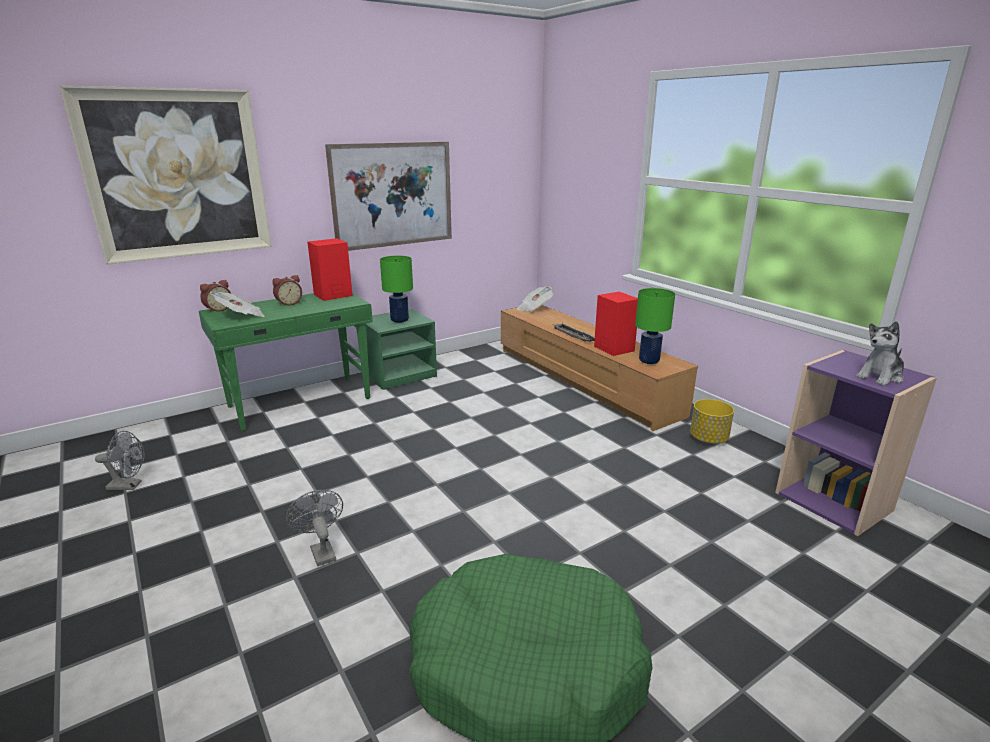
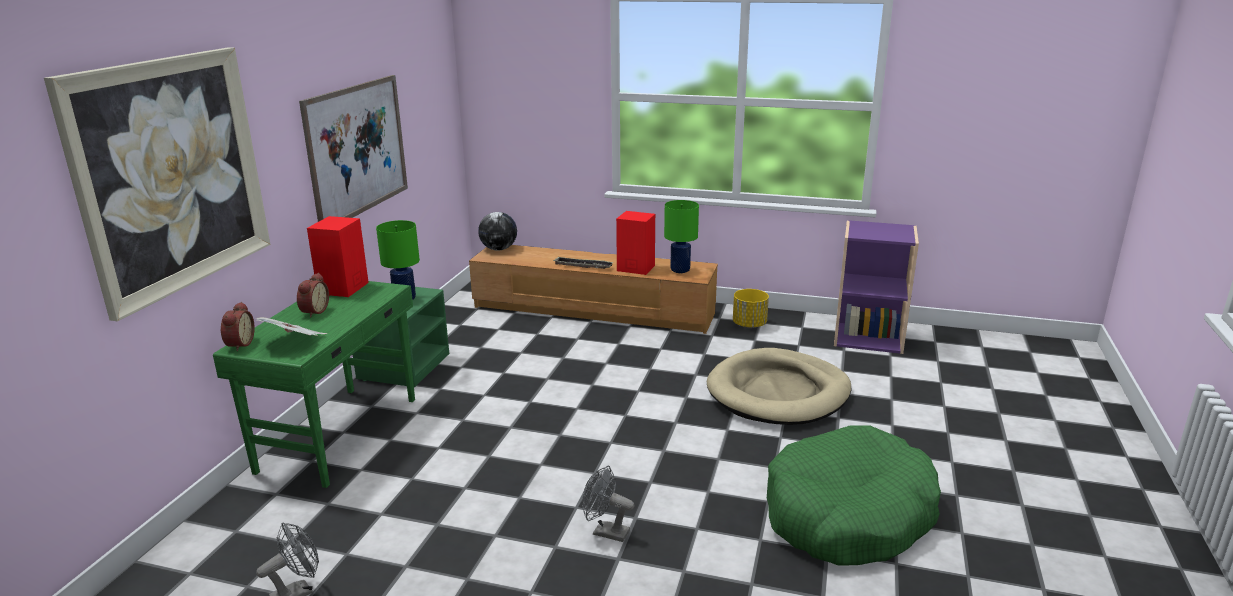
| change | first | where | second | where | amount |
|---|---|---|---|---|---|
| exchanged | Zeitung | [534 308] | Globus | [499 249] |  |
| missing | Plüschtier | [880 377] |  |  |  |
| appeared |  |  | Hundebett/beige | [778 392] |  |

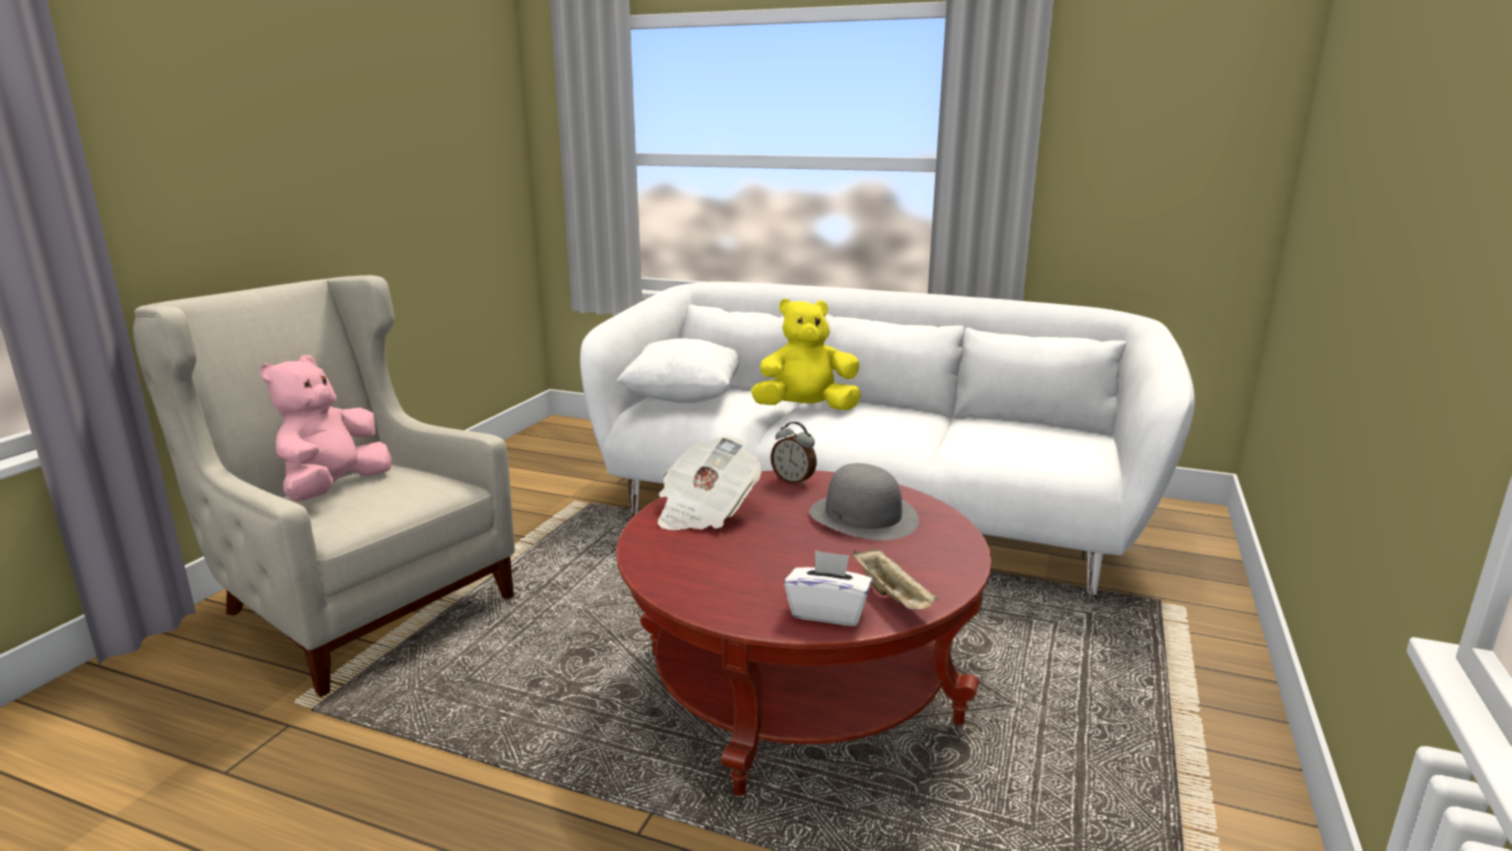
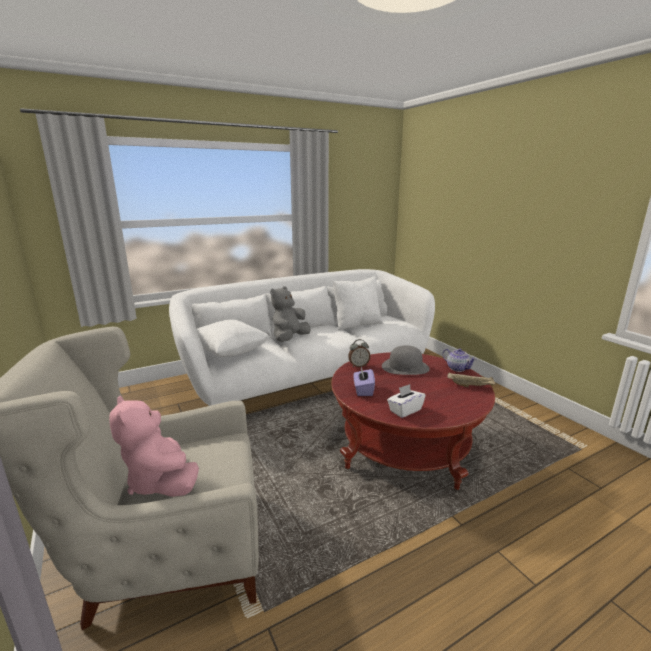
| change | first | where | second | where | amount |
|---|---|---|---|---|---|
| colour | Plüschtier/gelb | [806 409] | Plüschtier/grau | [289 339] |  |
| exchanged | Zeitung | [705 511] | Taschentuchbox/lila | [363 390] |  |
| relocated | Taschentuchbox/weiß | [828 612] |  | [405 410] |  |
| appeared |  |  | Kissen/weiß | [356 324] |  |
| appeared |  |  | Teekanne | [457 368] |  |

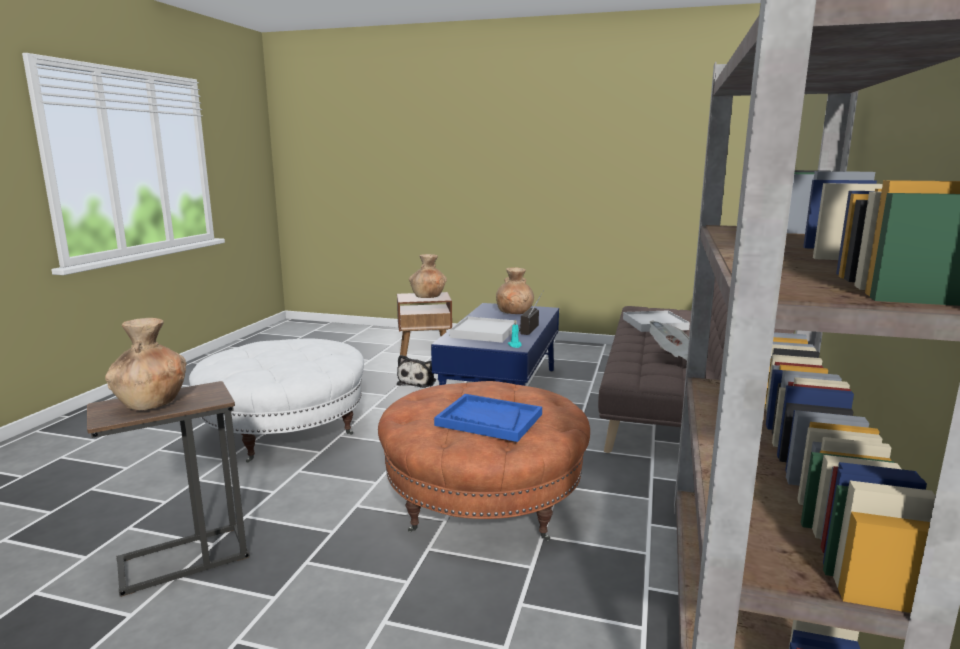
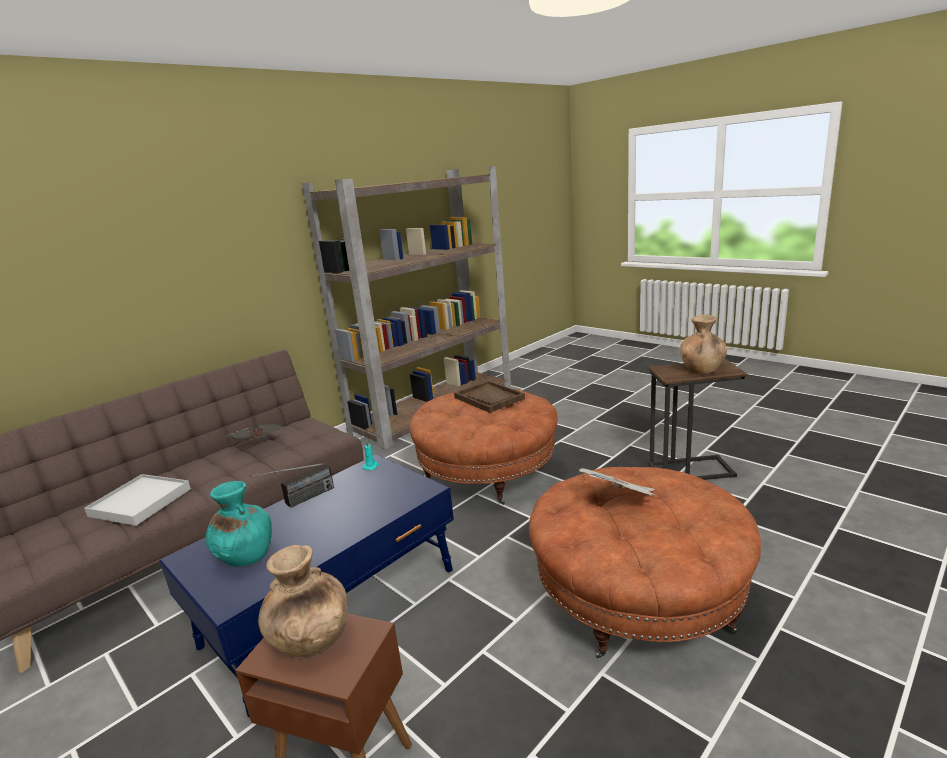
| change | first | where | second | where | amount |
|---|---|---|---|---|---|
| colour | Vase/braun | [514 312] | Vase/türkis | [245 555] |  |
| missing | Tablett/weiß | [484 333] |  |  |  |
| colour | Polsterhocker/weiß | [285 430] | Polsterhocker/braun | [638 596] |  |
| missing | Plüschtier | [418 382] |  |  |  |
| colour | Tablett/blau | [488 420] | Tablett/braun | [489 398] |  |
| appeared |  |  | Zeitung | [620 499] |  |

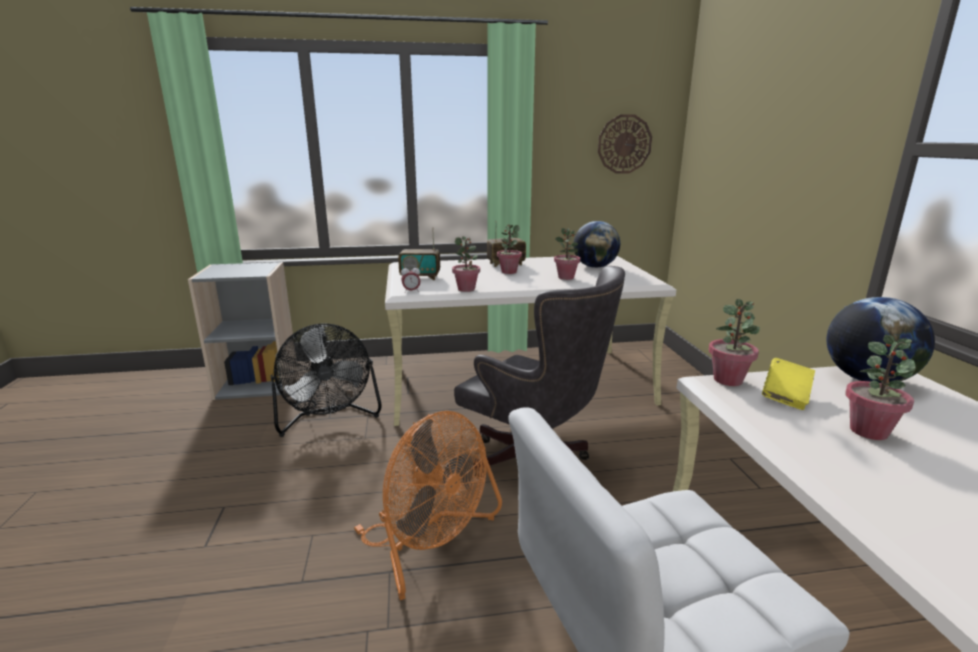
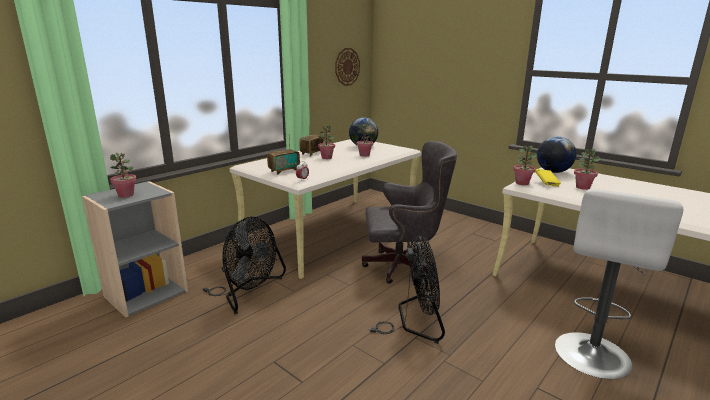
| change | first | where | second | where | amount |
|---|---|---|---|---|---|
| relocated | Topfpflanze | [466 289] |  | [126 195] |  |
| colour | Ventilator/orange | [427 545] | Ventilator/schwarz | [413 319] |  |

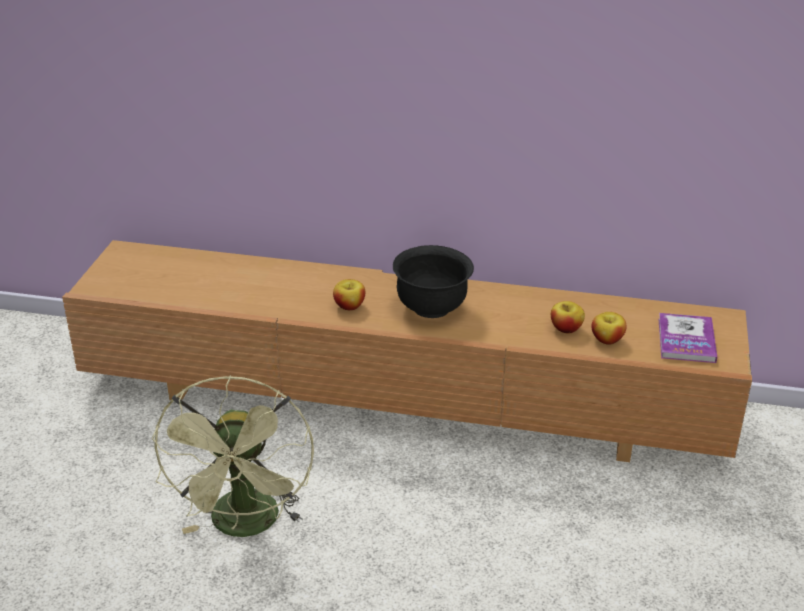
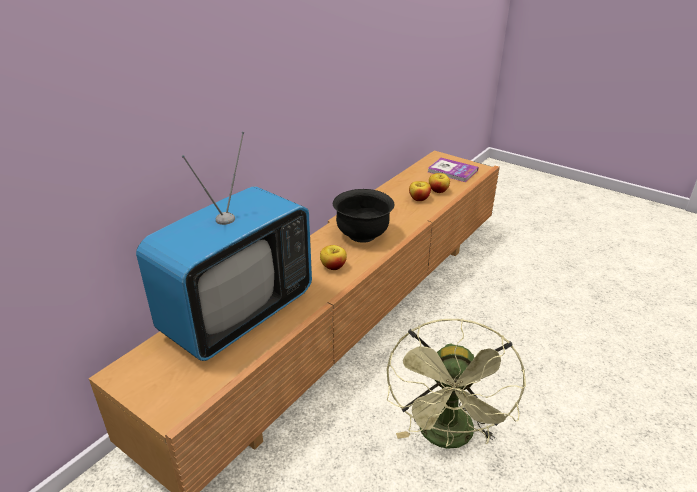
| change | first | where | second | where | amount |
|---|---|---|---|---|---|
| spun | Ventilator/grün | [246 526] |  | [448 438] | 75 degrees clockwise |
| appeared |  |  | Fernseher | [238 314] |  |

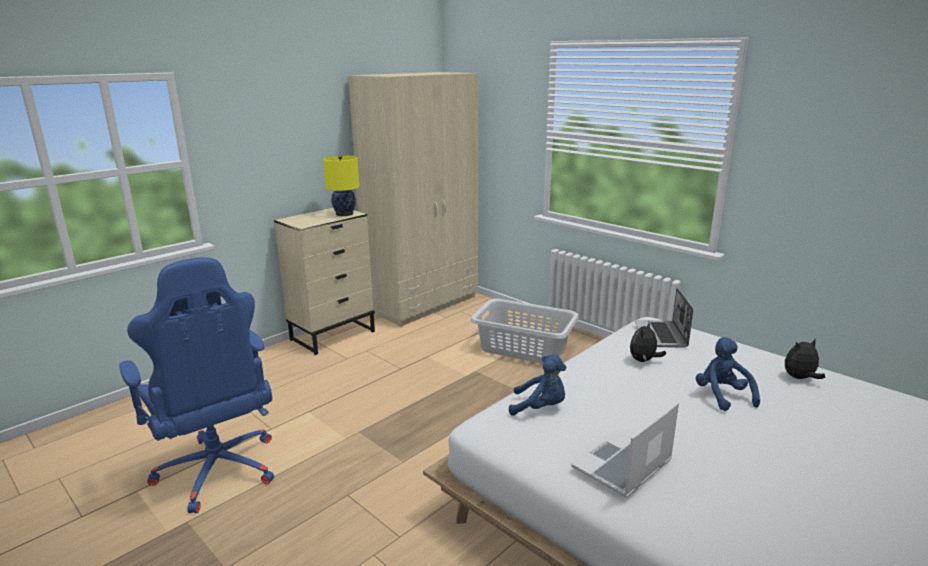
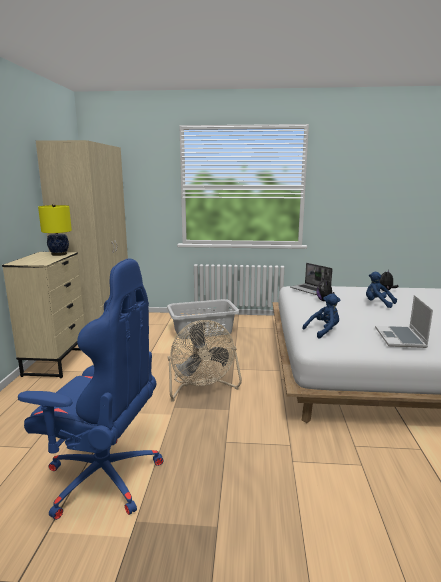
| change | first | where | second | where | amount |
|---|---|---|---|---|---|
| appeared |  |  | Ventilator/beige | [199 388] |  |

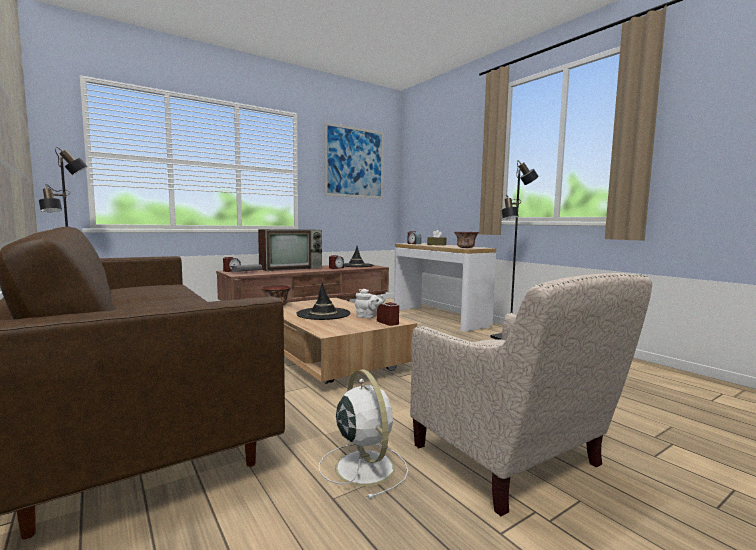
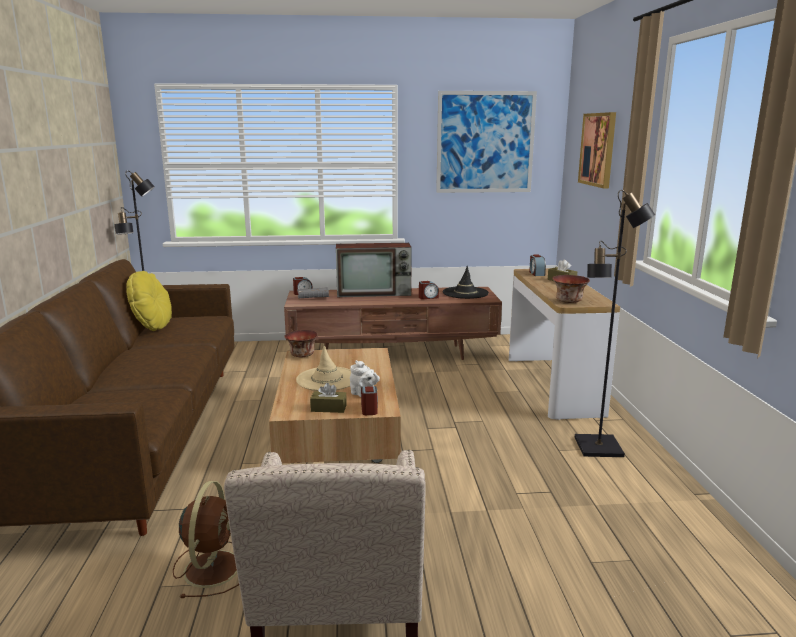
| change | first | where | second | where | amount |
|---|---|---|---|---|---|
| colour | Hut/schwarz | [323 314] | Hut/beige | [327 379] |  |
| colour | Ventilator/weiß | [363 466] | Ventilator/braun | [213 567] |  |
| appeared |  |  | Bild | [598 149] |  |
| appeared |  |  | Kissen/gelb | [153 327] |  |
| appeared |  |  | Taschentuchbox/braun | [328 408] |  |

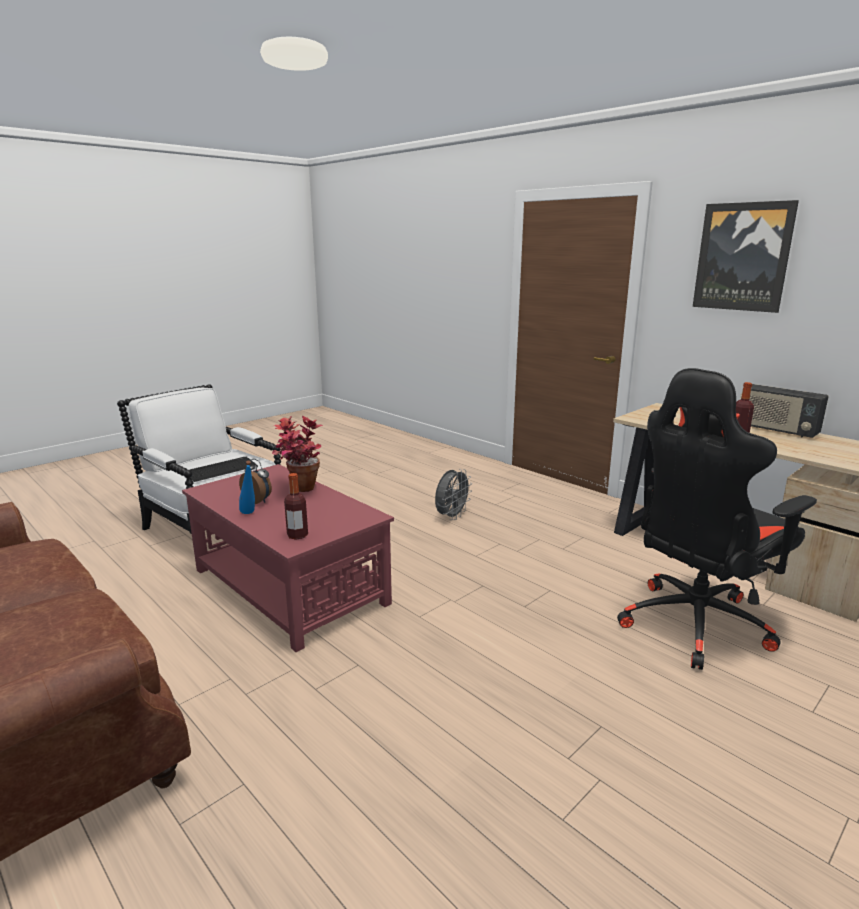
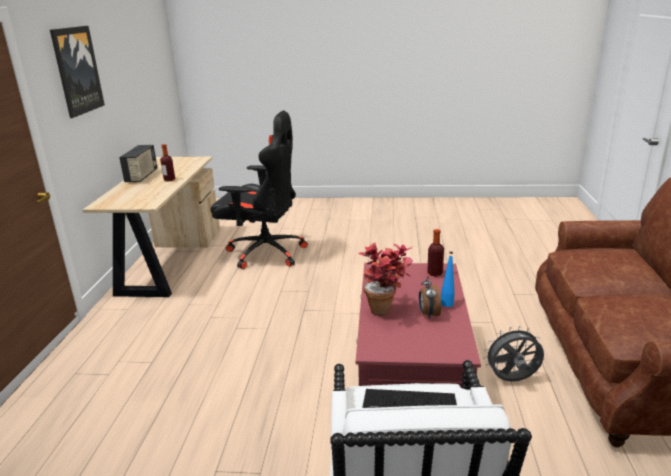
| change | first | where | second | where | amount |
|---|---|---|---|---|---|
| relocated | Ventilator/grau | [451 516] |  | [512 380] |  |

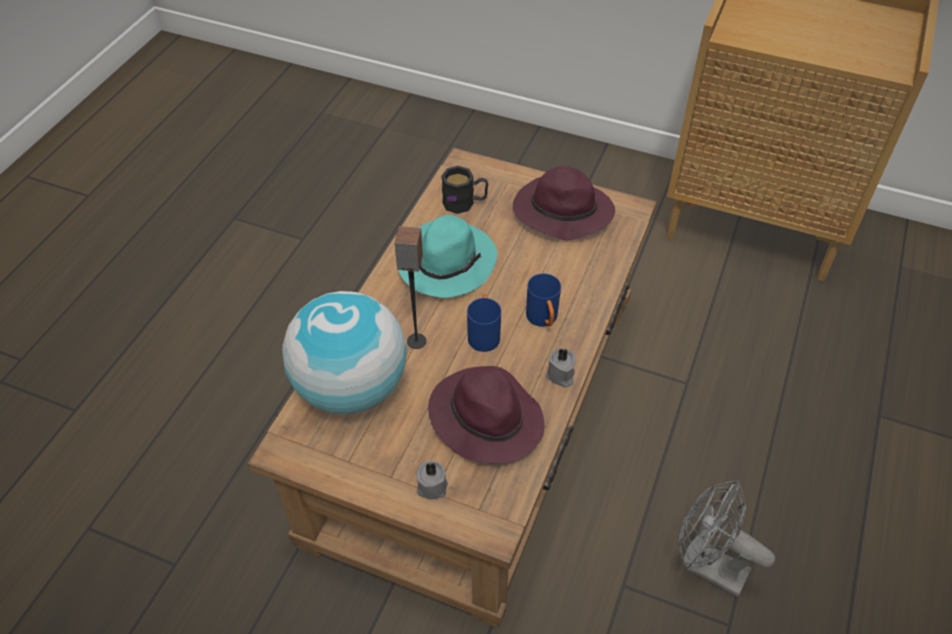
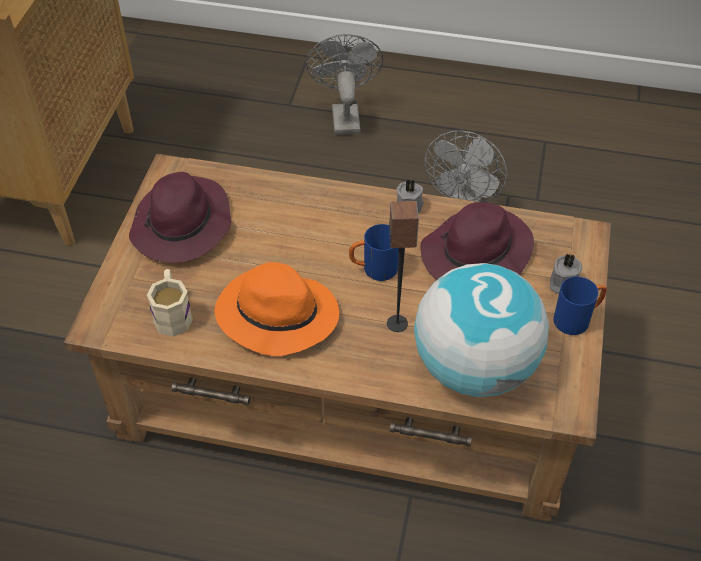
| change | first | where | second | where | amount |
|---|---|---|---|---|---|
| colour | Henkelbecher/schwarz | [465 203] | Henkelbecher/beige | [173 313] |  |
| colour | Hut/türkis | [447 262] | Hut/orange | [275 315] |  |
| relocated | Henkelbecher/blau | [543 320] |  | [577 319] |  |
| appeared |  |  | Ventilator/grau | [344 115] |  |

